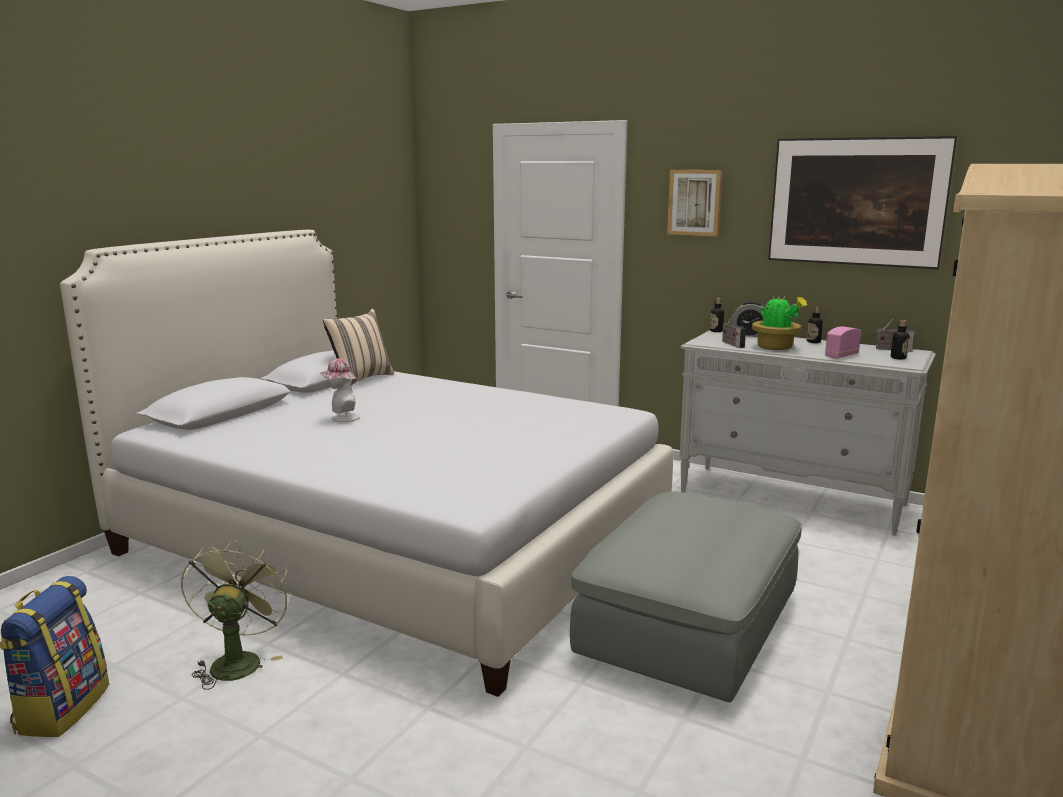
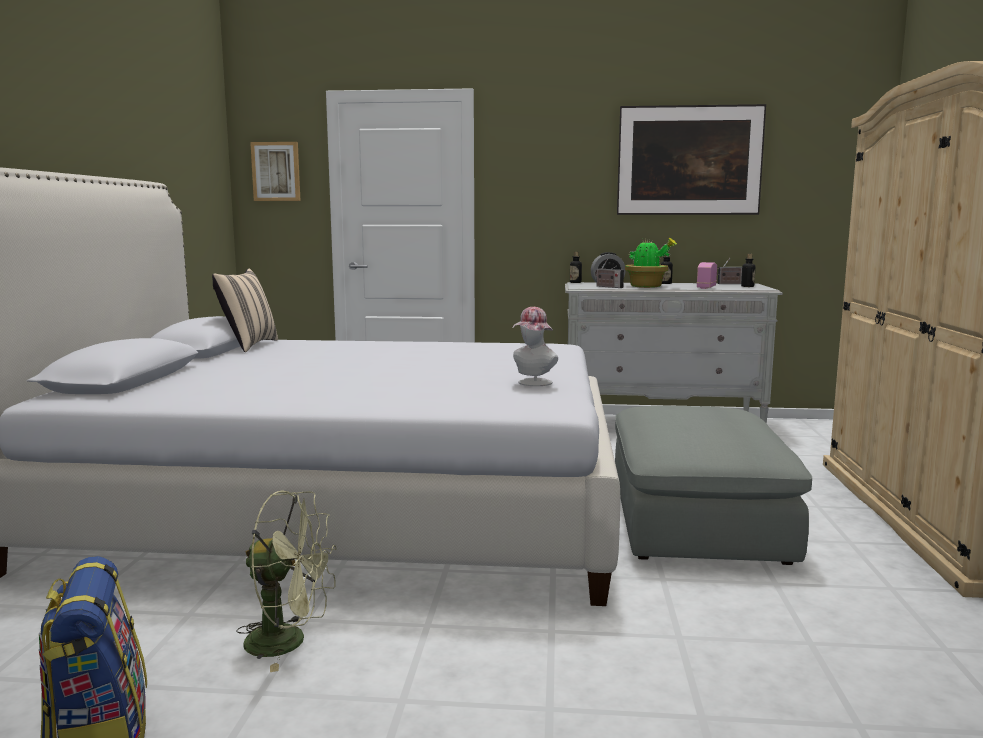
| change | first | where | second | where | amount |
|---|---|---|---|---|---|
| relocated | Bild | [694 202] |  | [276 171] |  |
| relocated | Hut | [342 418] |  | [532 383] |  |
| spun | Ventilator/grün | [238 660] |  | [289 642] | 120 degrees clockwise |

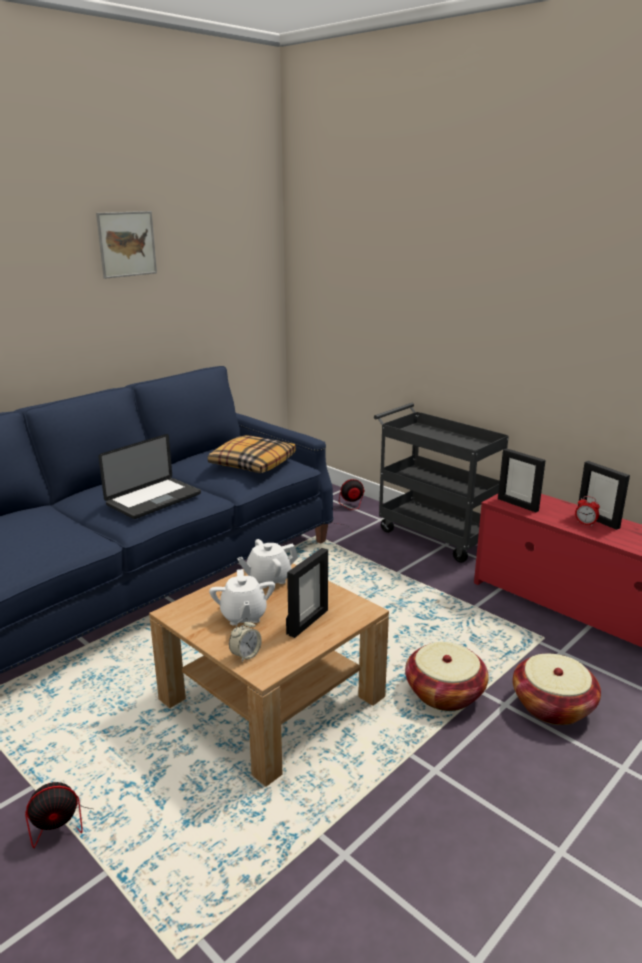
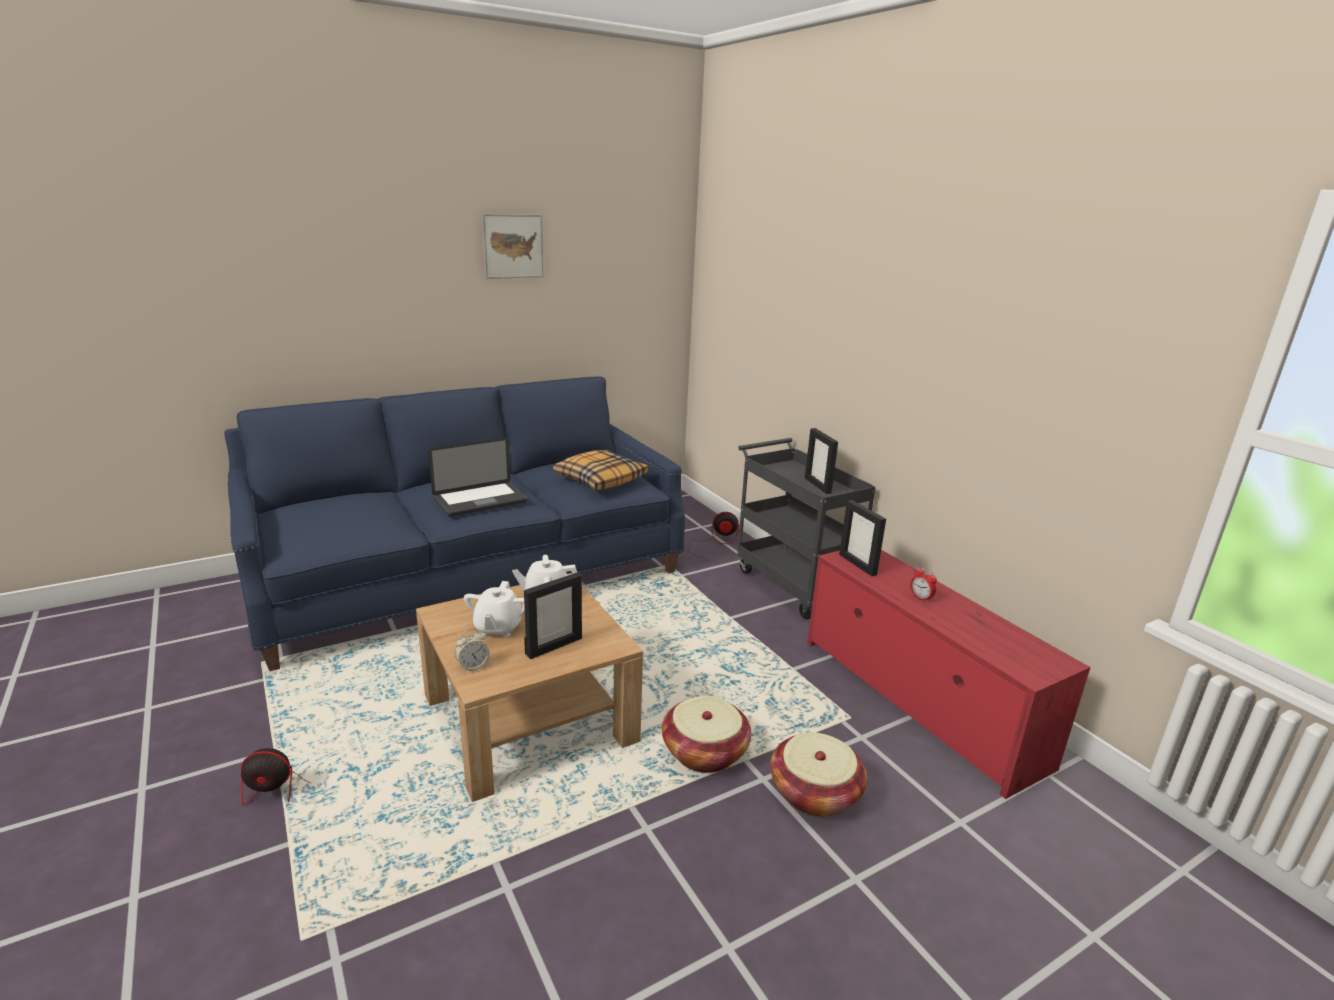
| change | first | where | second | where | amount |
|---|---|---|---|---|---|
| relocated | Bilderrahmen | [598 520] |  | [818 485] |  |

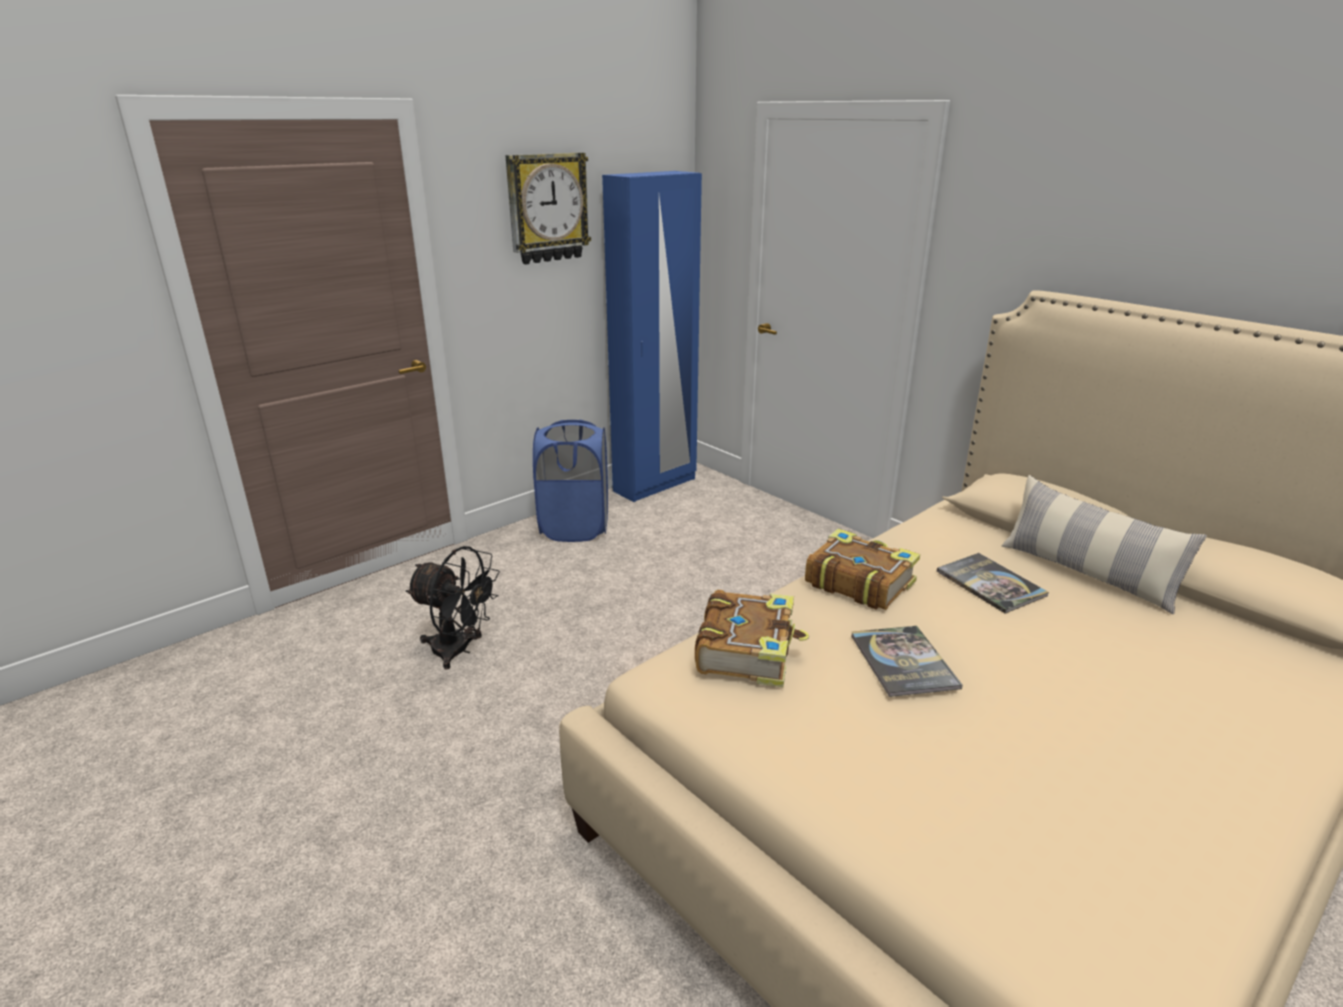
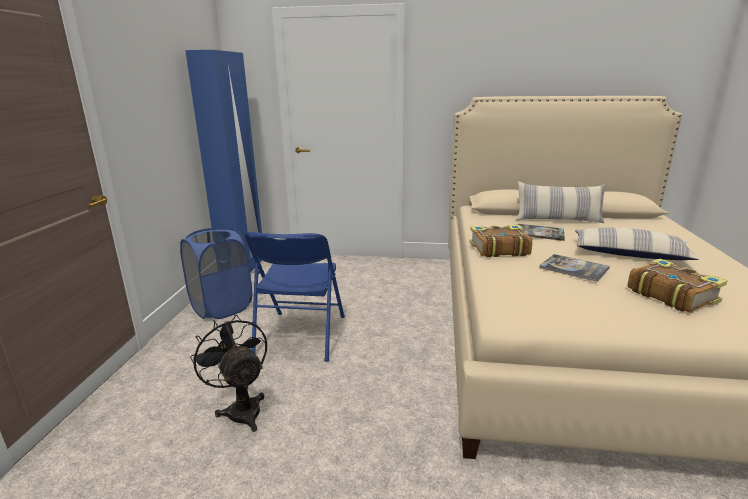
| change | first | where | second | where | amount |
|---|---|---|---|---|---|
| missing | Wanduhr | [547 208] |  |  |  |
| spun | Ventilator/schwarz | [459 650] |  | [241 408] | 105 degrees counterclockwise |
| relocated | Buch | [748 650] |  | [671 295] |  |
| appeared |  |  | Kissen | [629 255] |  |
| appeared |  |  | Stuhl/blau | [300 335] |  |

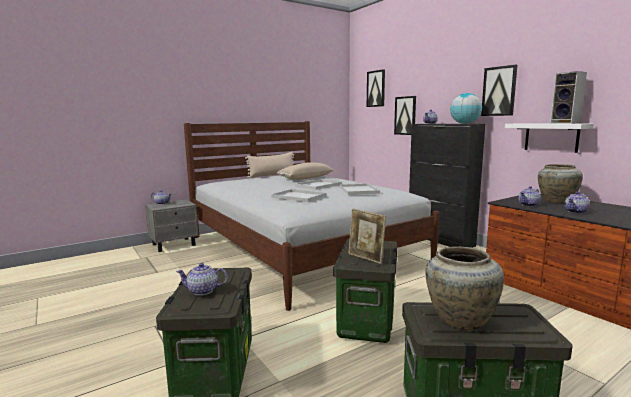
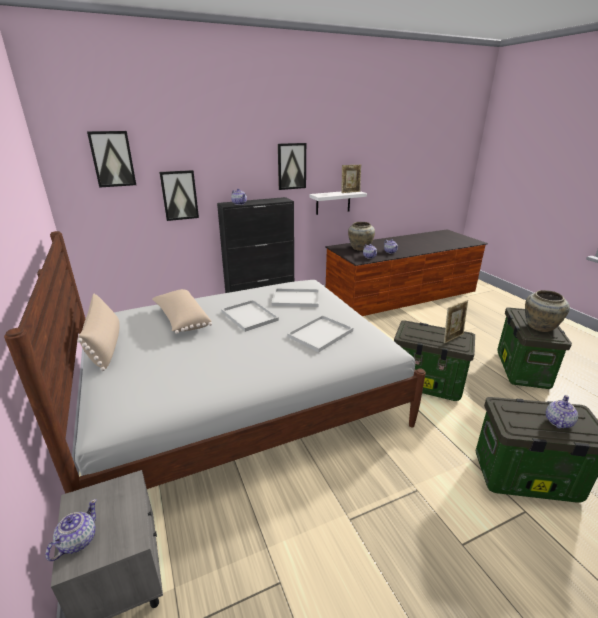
| change | first | where | second | where | amount |
|---|---|---|---|---|---|
| exchanged | Lautsprecher | [566 123] | Bilderrahmen | [350 192] |  |
| missing | Globus | [464 123] |  |  |  |
| spun | Teekanne | [203 291] |  | [558 422] | 150 degrees counterclockwise |

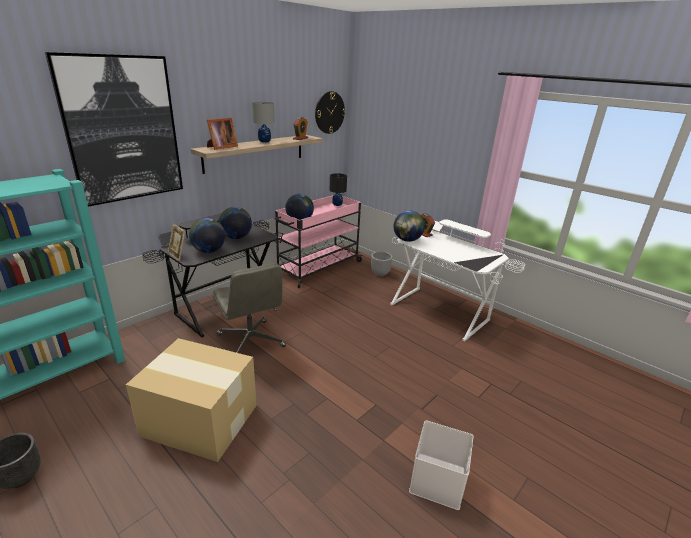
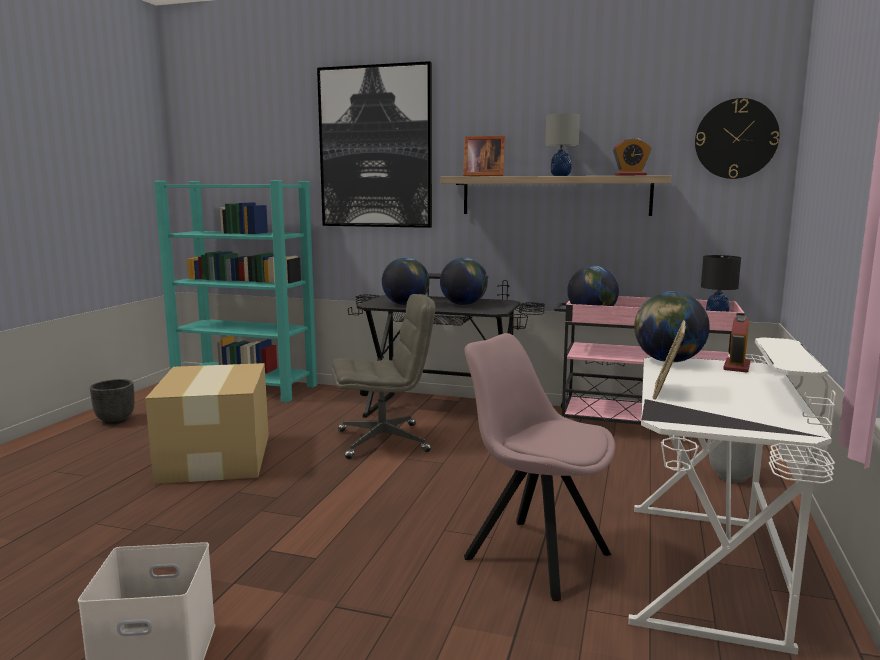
| change | first | where | second | where | amount |
|---|---|---|---|---|---|
| relocated | Bilderrahmen | [178 255] |  | [667 392] |  |
| spun | Bürostuhl/grau | [251 341] |  | [384 441] | 135 degrees counterclockwise |
| appeared |  |  | Stuhl/rosa | [535 556] |  |

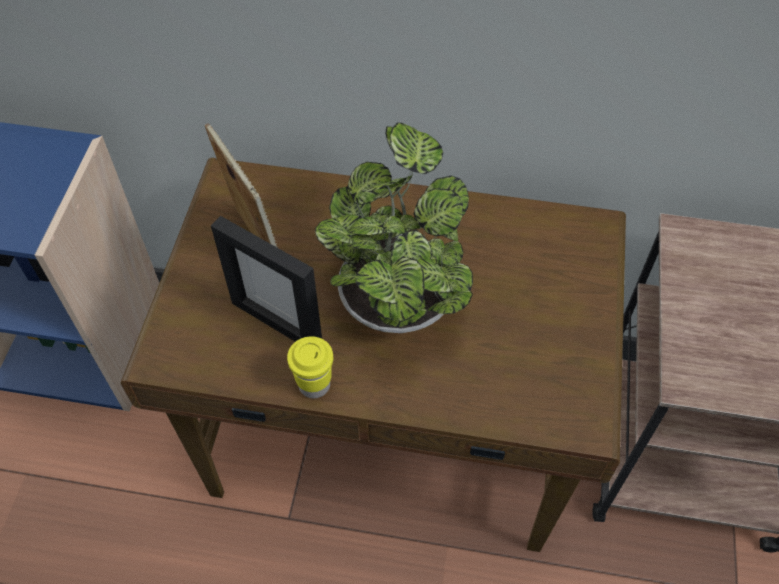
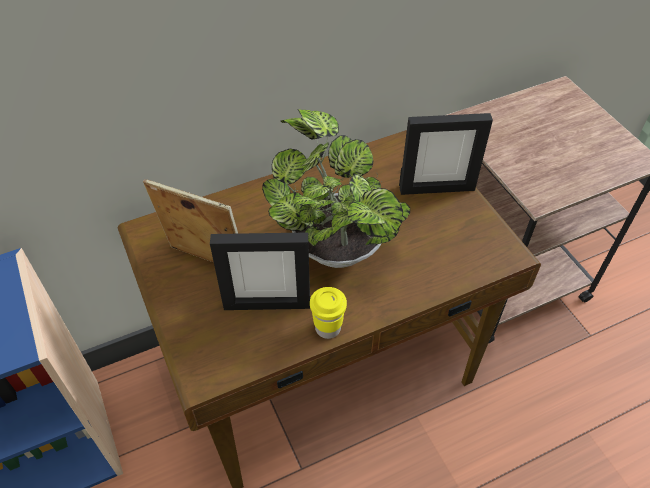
| change | first | where | second | where | amount |
|---|---|---|---|---|---|
| appeared |  |  | Bilderrahmen | [436 188] |  |

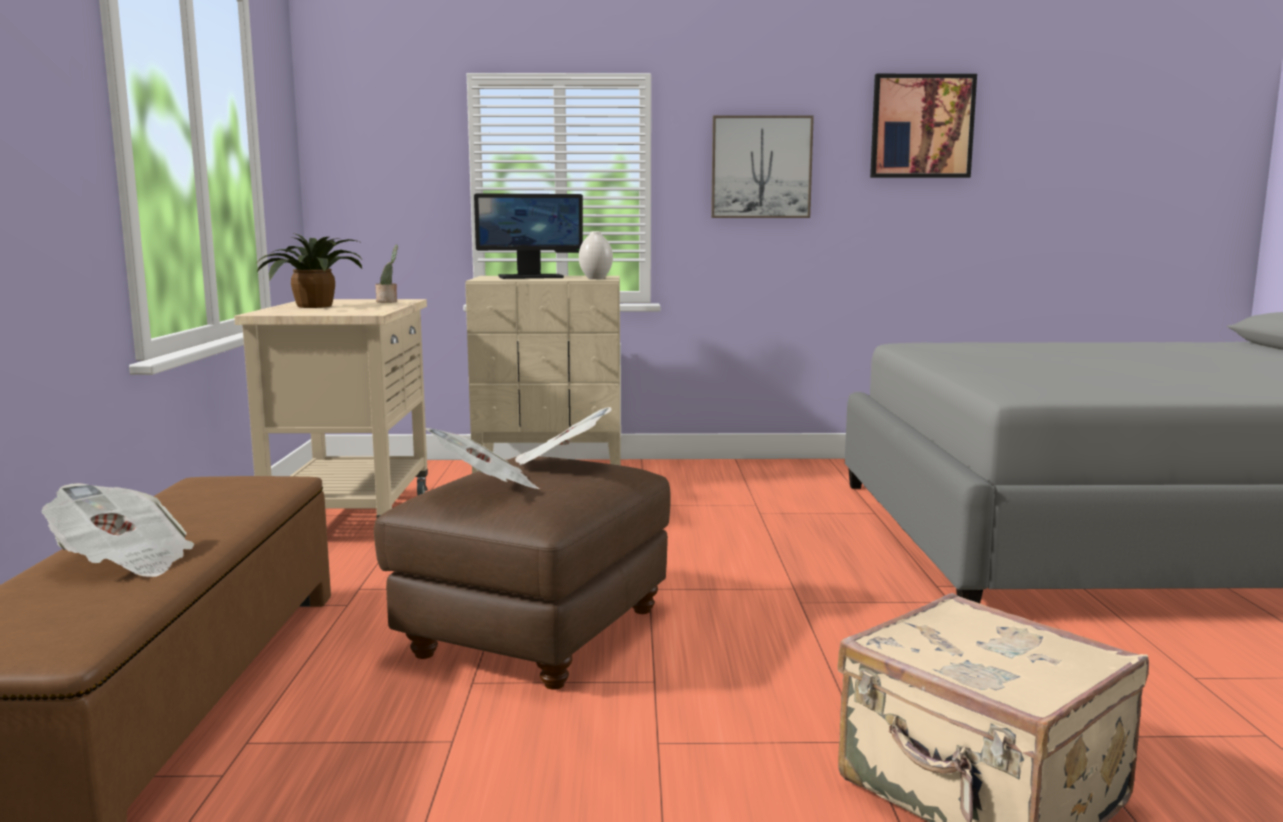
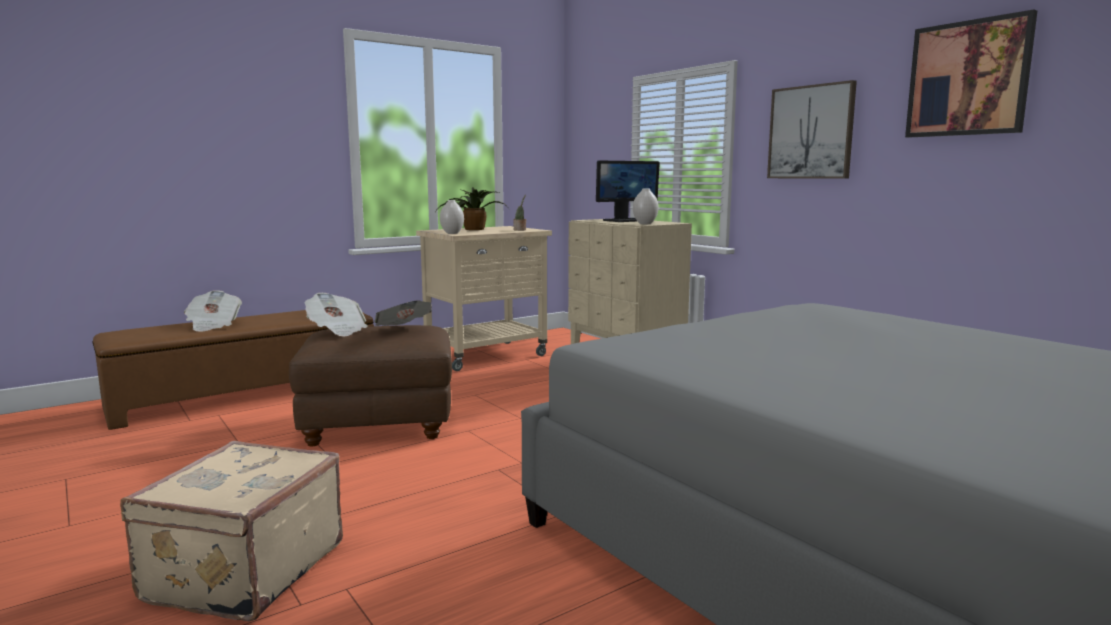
| change | first | where | second | where | amount |
|---|---|---|---|---|---|
| spun | Monitor | [531 277] |  | [628 220] | 75 degrees counterclockwise |
| appeared |  |  | Vase/weiß | [452 233] |  |

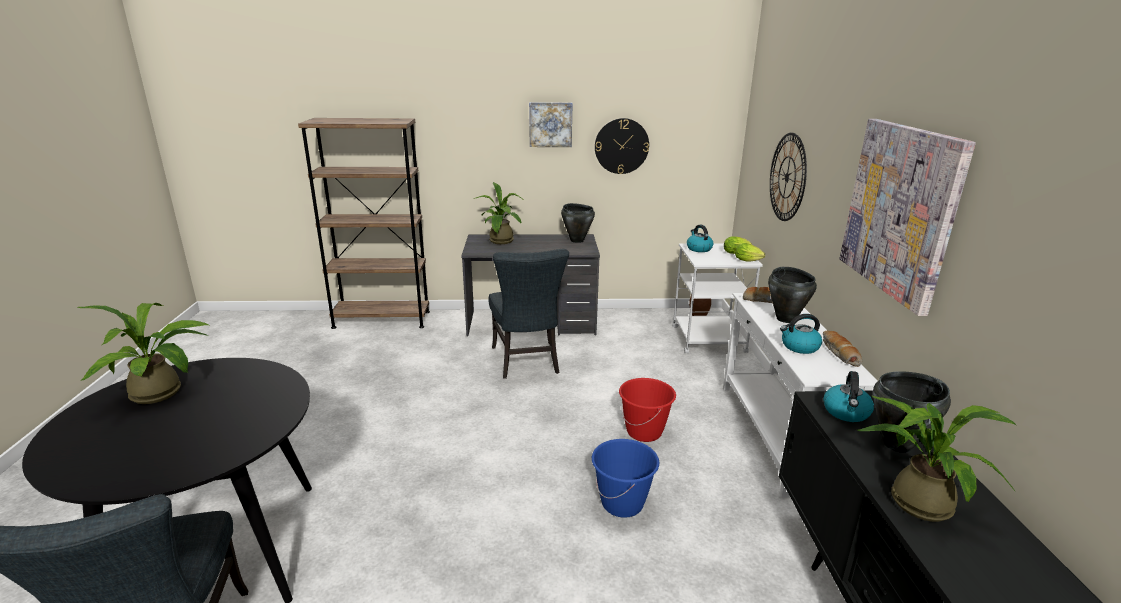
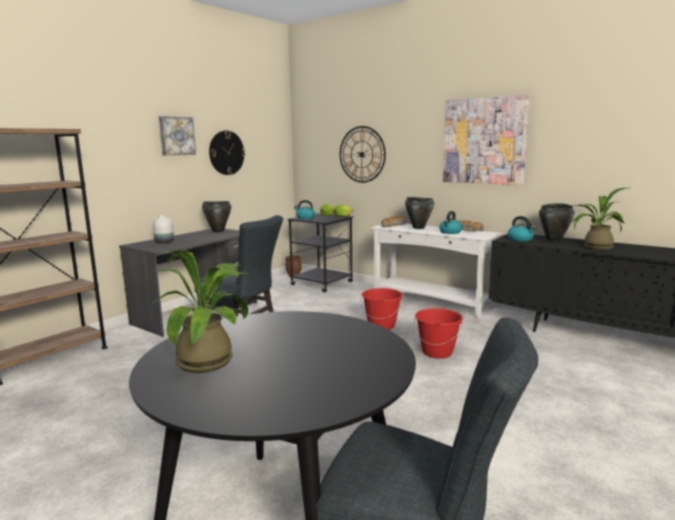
| change | first | where | second | where | amount |
|---|---|---|---|---|---|
| exchanged | Topfpflanze | [501 242] | Vase/weiß | [164 242] |  |
| colour | Rollwagen/weiß | [708 340] | Rollwagen/schwarz | [322 283] |  |
| colour | Eimer/blau | [622 503] | Eimer/rot | [437 352] |  |

